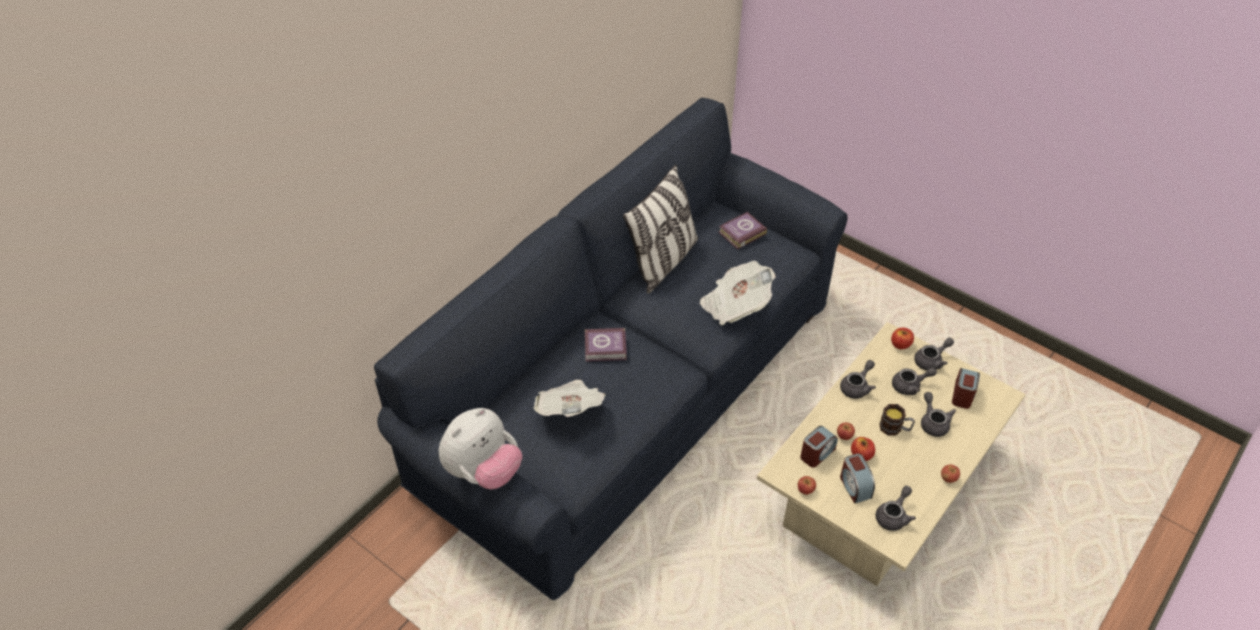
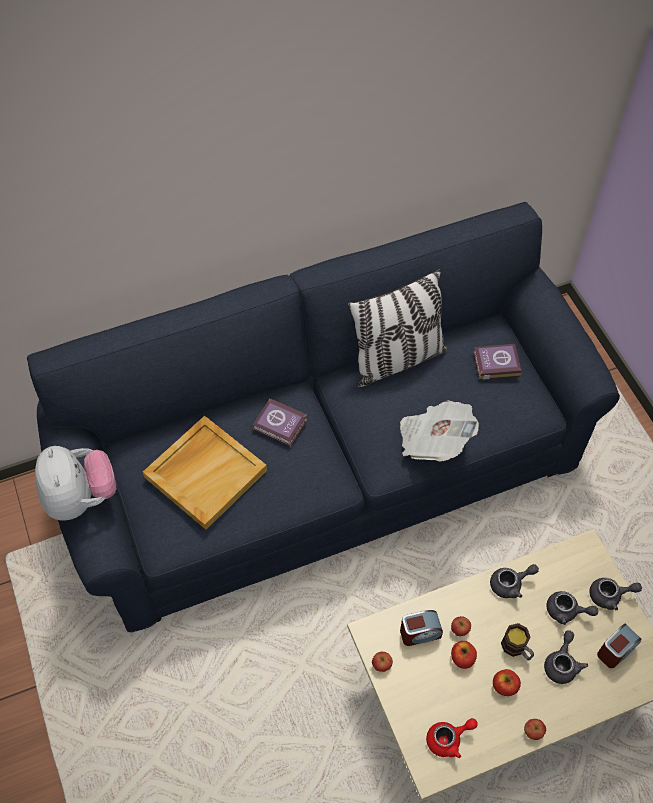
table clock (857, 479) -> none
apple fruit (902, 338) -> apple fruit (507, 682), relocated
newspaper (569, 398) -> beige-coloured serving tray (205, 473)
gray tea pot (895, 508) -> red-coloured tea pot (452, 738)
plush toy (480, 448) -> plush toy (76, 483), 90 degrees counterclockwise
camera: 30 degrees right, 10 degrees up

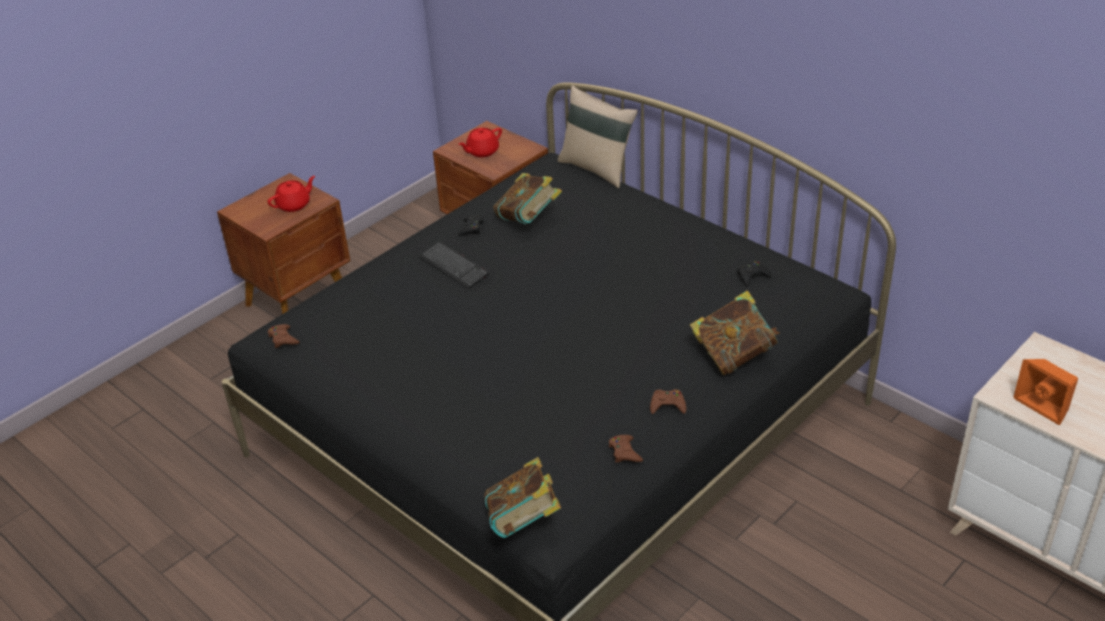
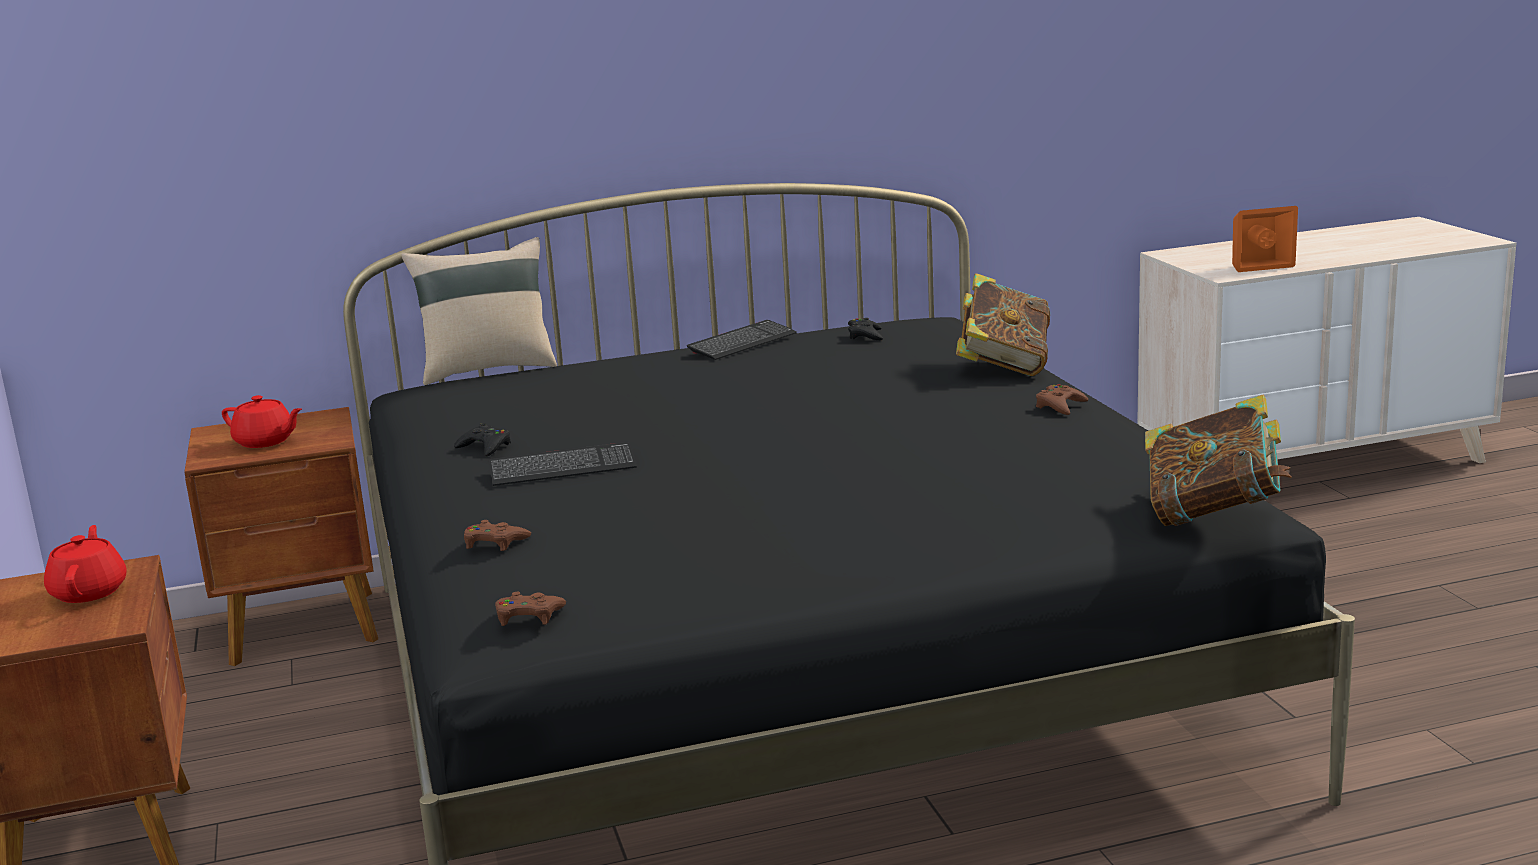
volume (527, 198) -> none
none -> computer keyboard (742, 340)
brownish joypad (626, 449) -> brownish joypad (497, 535), relocated
red-coloured tea pot (480, 142) -> red-coloured tea pot (262, 421), 60 degrees counterclockwise
camera: 60 degrees left, 20 degrees down

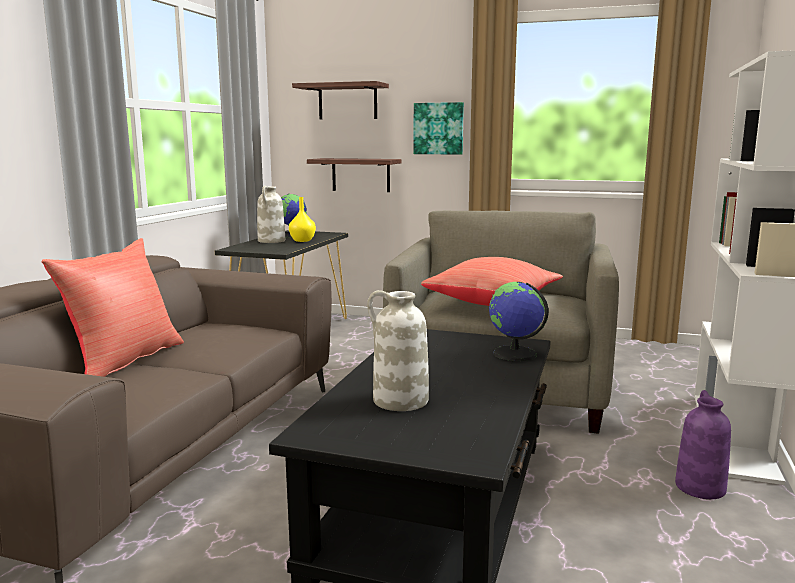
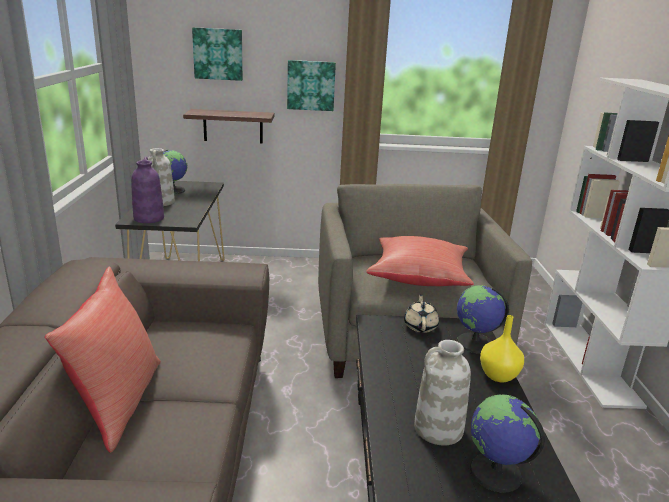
none -> beige-coloured tea pot (421, 313)
none -> desk globe (507, 444)
yellow-coloured decorative vase (302, 219) -> yellow-coloured decorative vase (502, 349), relocated
purple-coloured decorative vase (703, 444) -> purple-coloured decorative vase (147, 190), relocated
bracket shelf (340, 100) -> wall art (217, 54)
camera: 20 degrees left, 10 degrees up

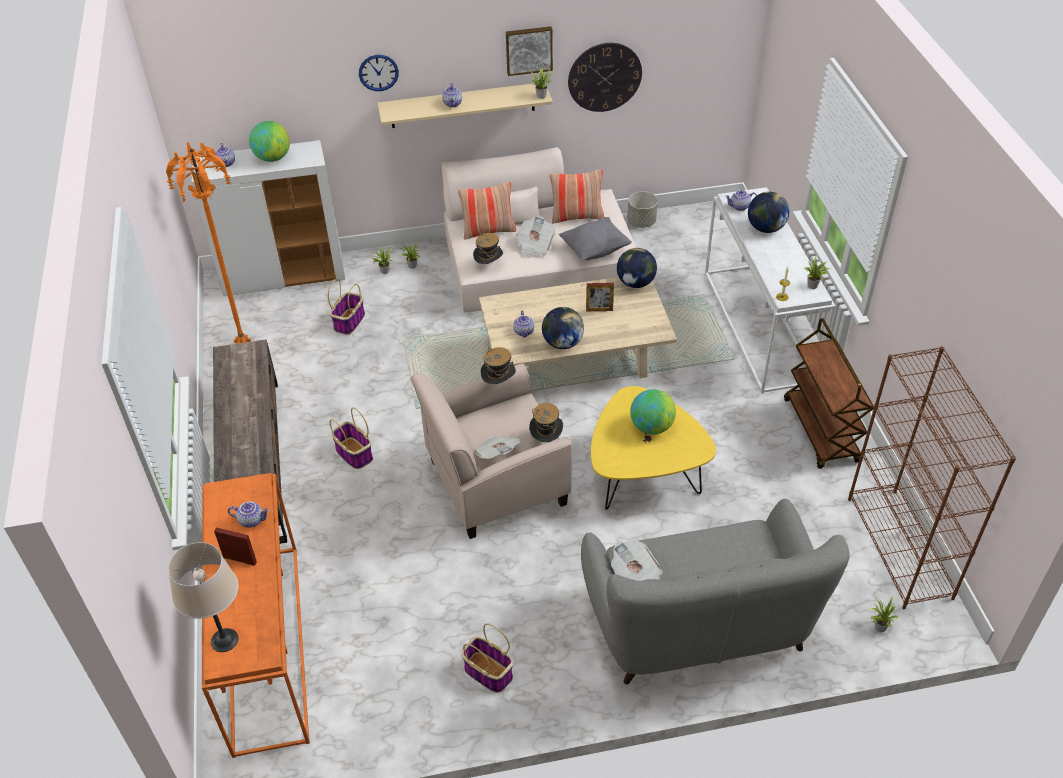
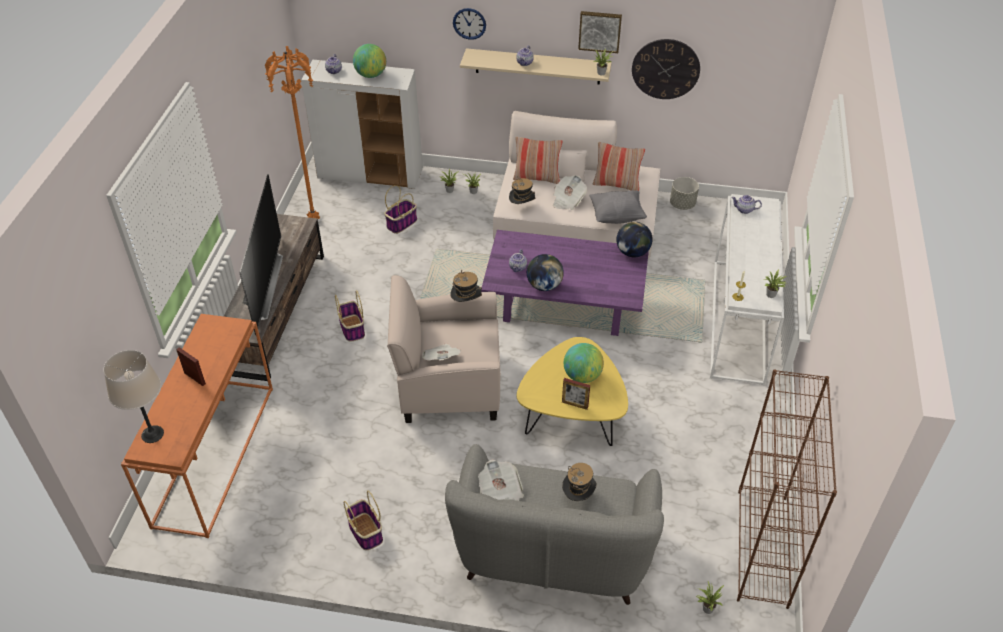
tea pot (249, 514) -> none
desk globe (768, 212) -> none
brownish cart (829, 393) -> none
none -> TV (261, 255)
hat (546, 422) -> hat (579, 482), relocated
standing frame (600, 297) -> standing frame (576, 394), relocated
beige-coloured low table (578, 327) -> purple-coloured low table (565, 283)
camera: 20 degrees right, 0 degrees up

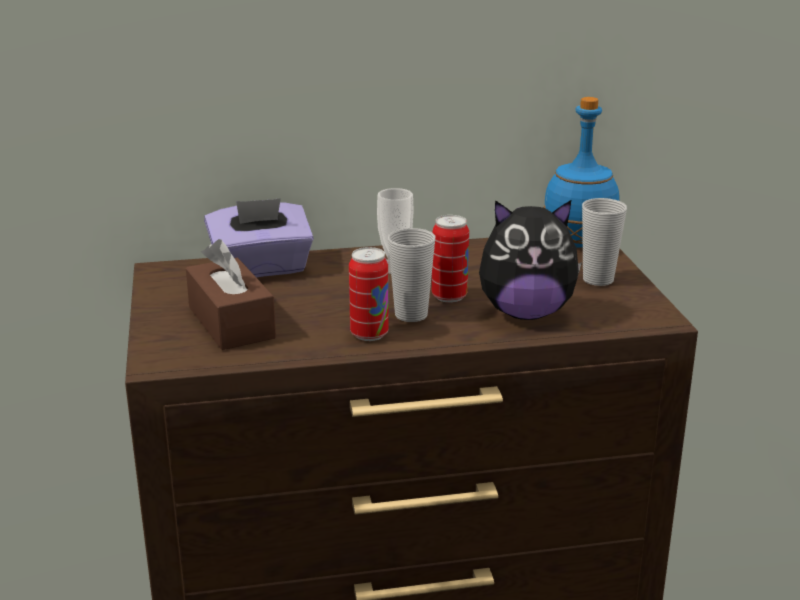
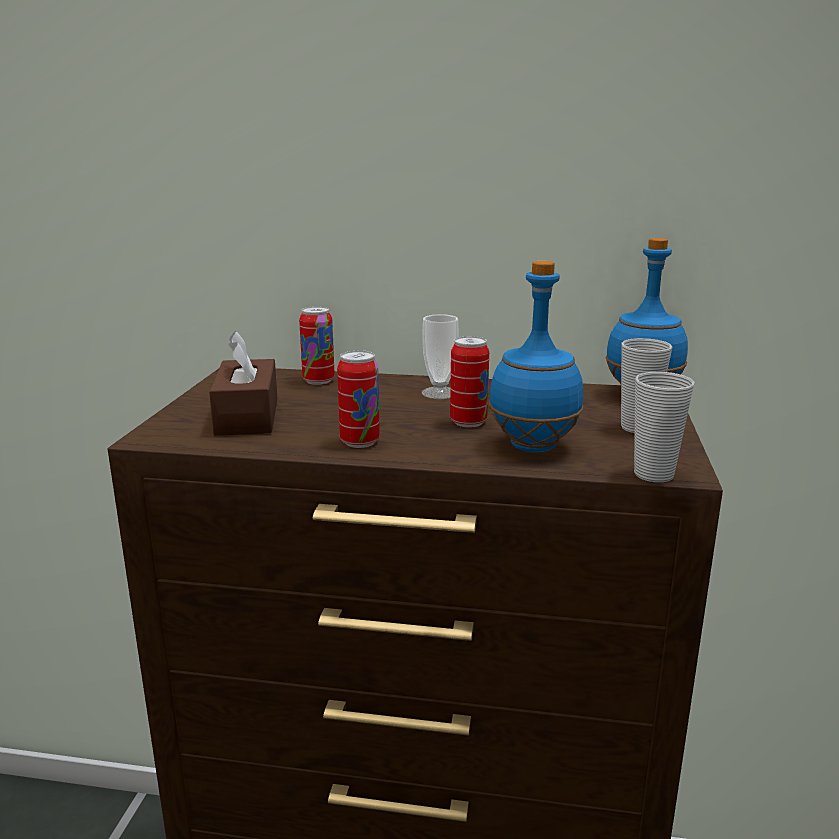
small cup (411, 275) -> small cup (664, 427), relocated
purple-coloured box of tissues (259, 237) -> sealed can (317, 345)
plush toy (530, 260) -> blue beverage bottle (535, 357)
camera: 20 degrees right, 5 degrees down

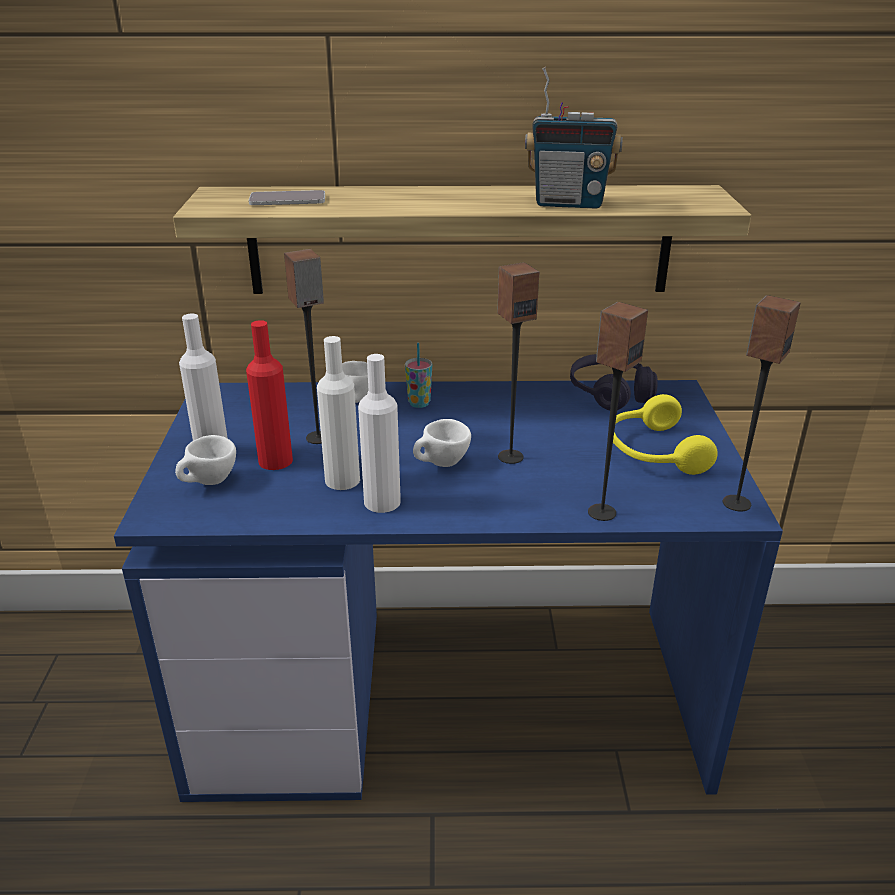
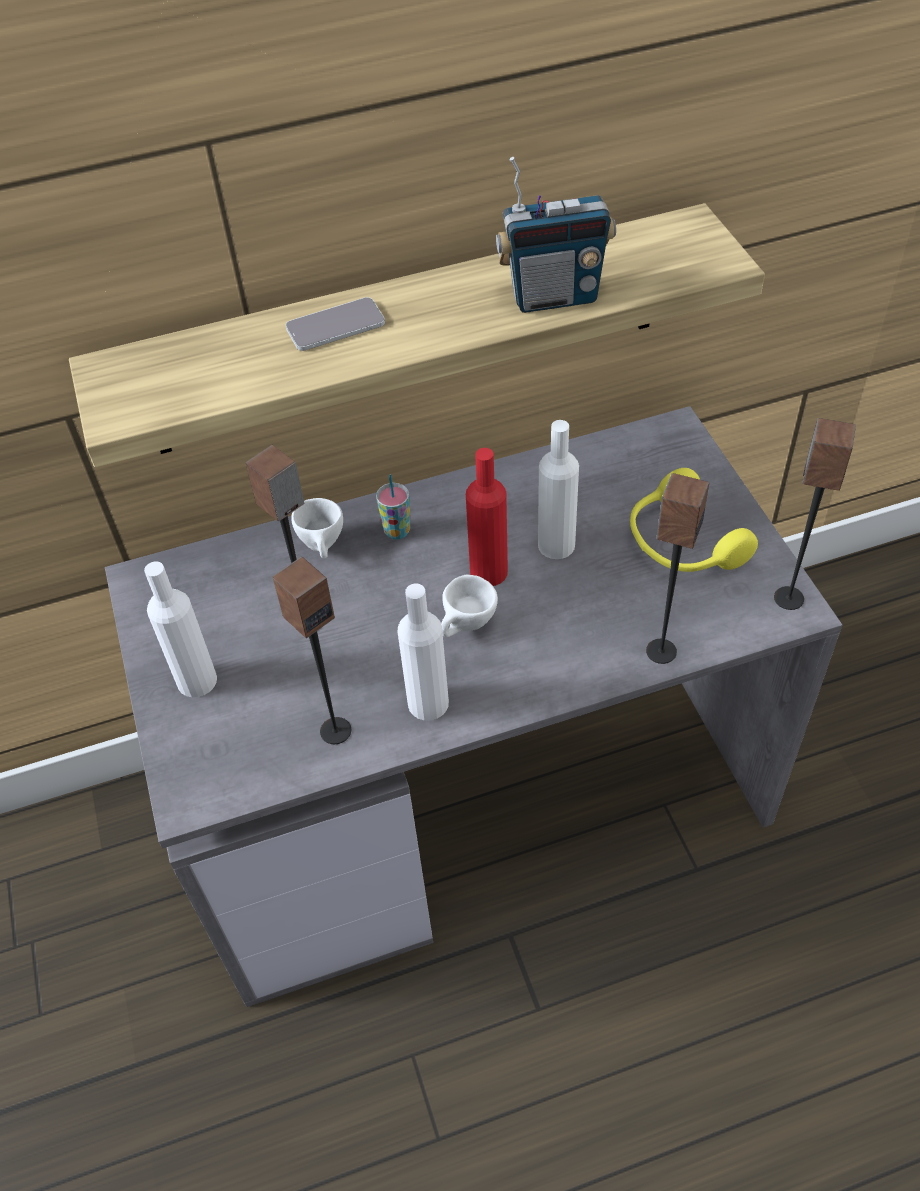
white-coloured small cup (205, 460) -> none
purple-coloured pair of headphones (614, 382) -> none
red-coloured beverage bottle (269, 395) -> red-coloured beverage bottle (487, 517), relocated
telephone (287, 197) -> telephone (335, 324), relocated
white-coloured beverage bottle (338, 413) -> white-coloured beverage bottle (558, 489), relocated
loudspeaker (518, 363) -> loudspeaker (311, 650), relocated
blue desk unit (448, 591) -> gray desk unit (473, 706)
camera: 15 degrees left, 20 degrees up

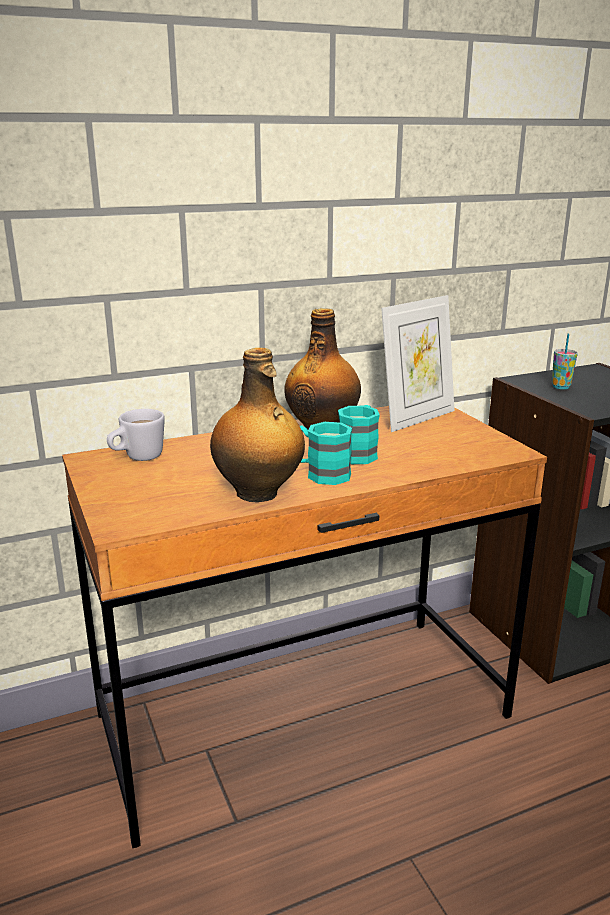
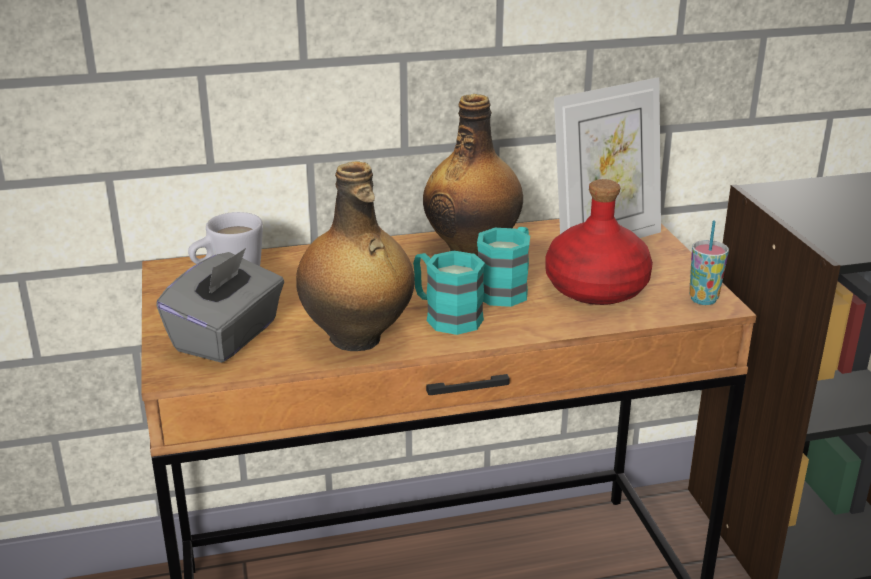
none -> gray box of tissues (220, 305)
none -> red-coloured beverage bottle (599, 242)
small cup (565, 362) -> small cup (709, 263), relocated
camera: 10 degrees right, 5 degrees up

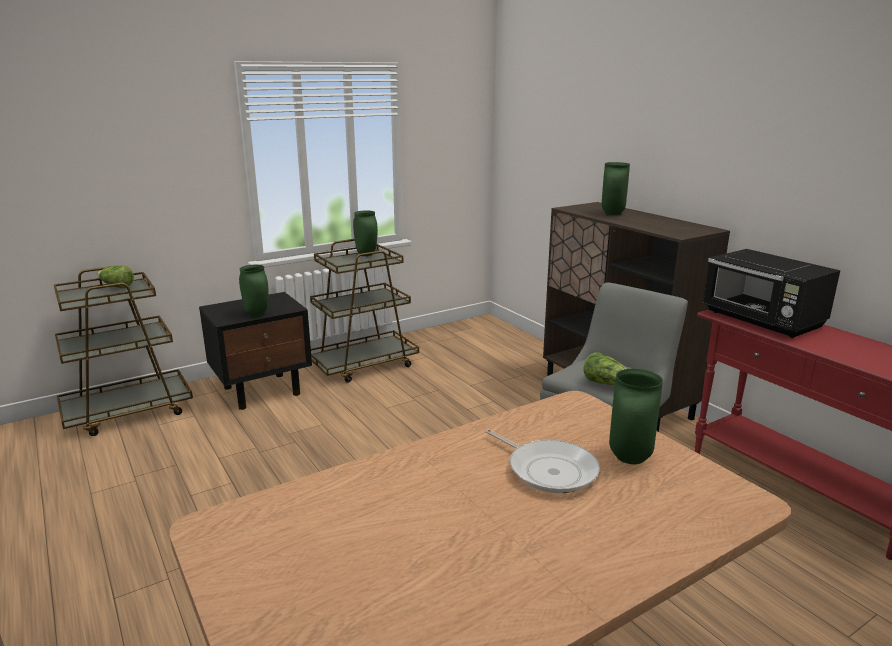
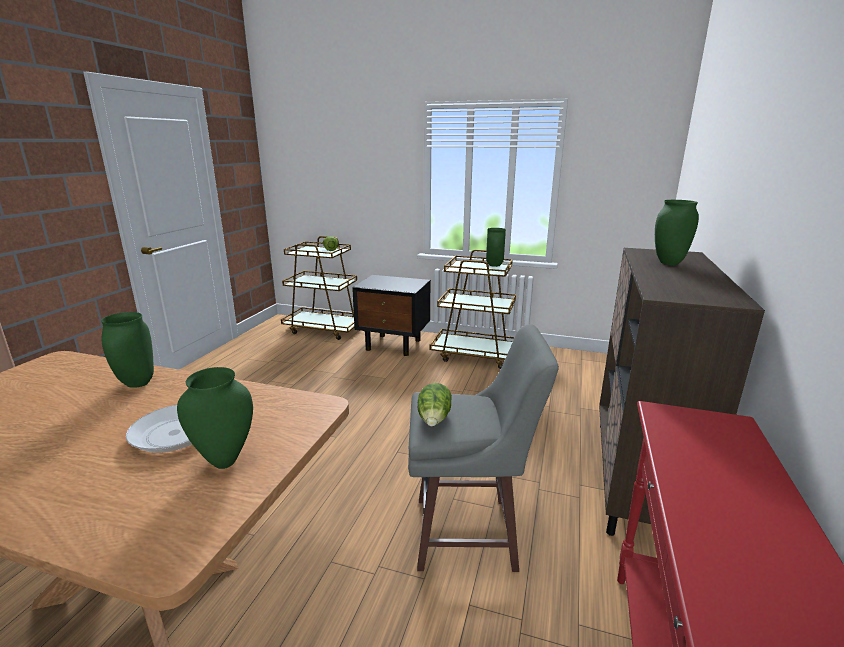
black microwave oven (771, 293) -> none
green-coloured decorative vase (254, 291) -> green-coloured decorative vase (127, 350), relocated
camera: 50 degrees right, 0 degrees up

